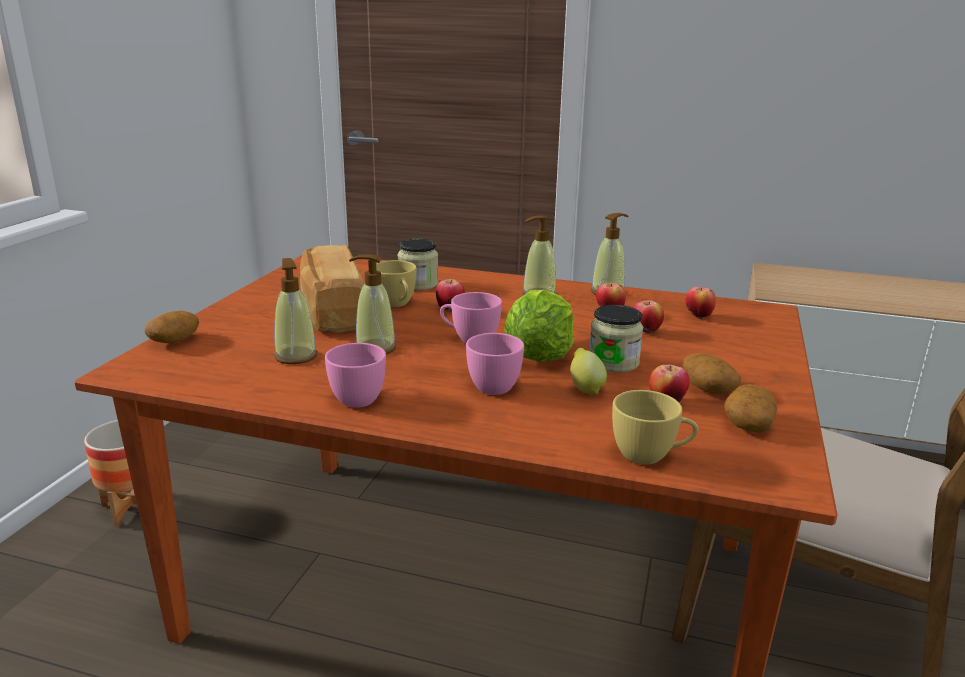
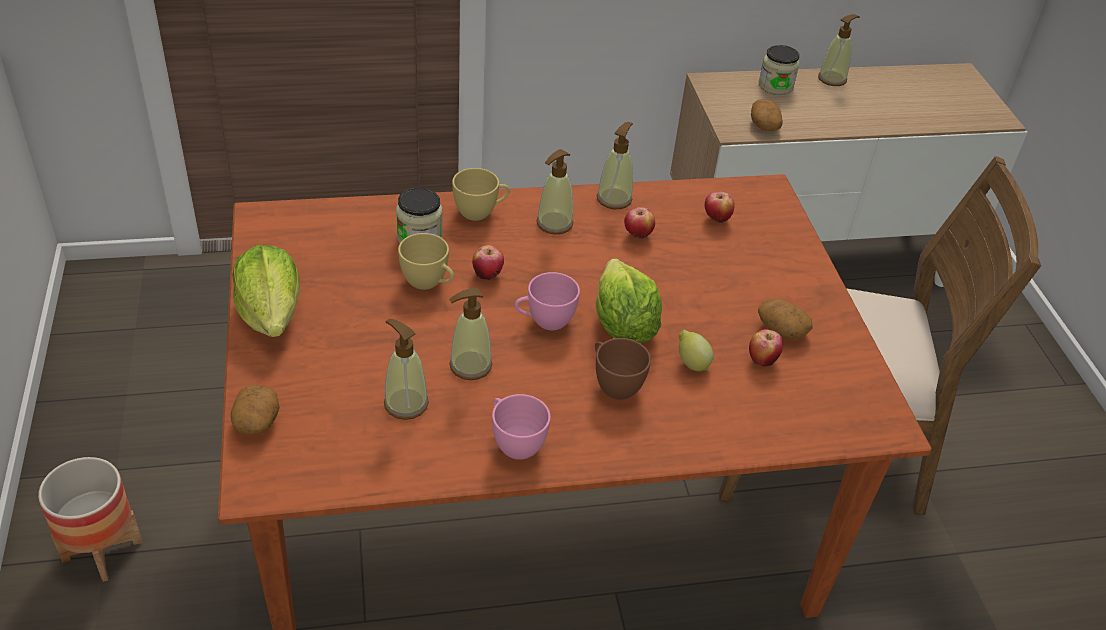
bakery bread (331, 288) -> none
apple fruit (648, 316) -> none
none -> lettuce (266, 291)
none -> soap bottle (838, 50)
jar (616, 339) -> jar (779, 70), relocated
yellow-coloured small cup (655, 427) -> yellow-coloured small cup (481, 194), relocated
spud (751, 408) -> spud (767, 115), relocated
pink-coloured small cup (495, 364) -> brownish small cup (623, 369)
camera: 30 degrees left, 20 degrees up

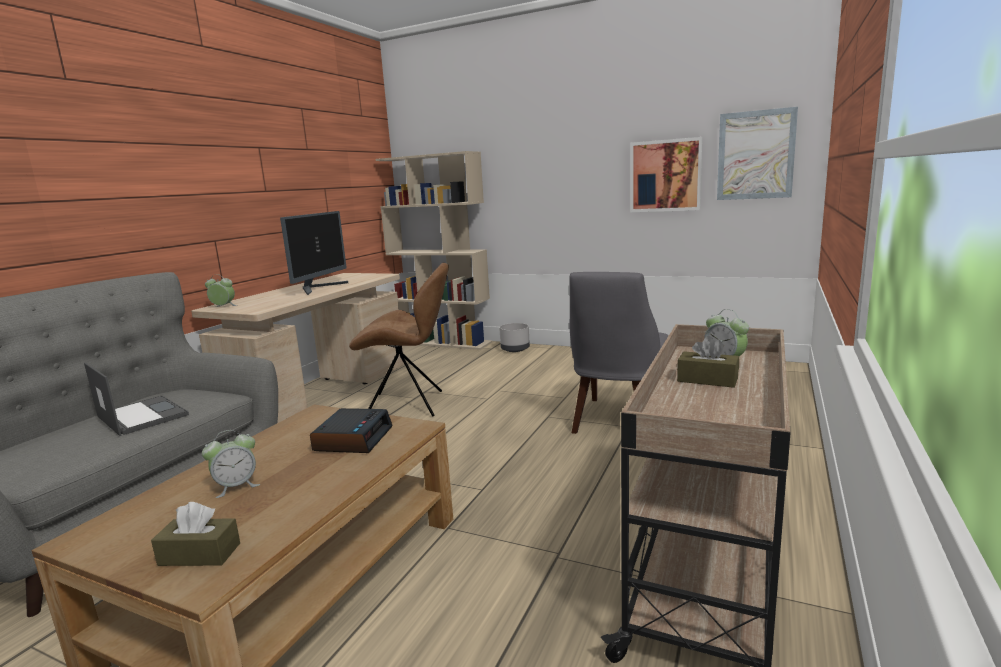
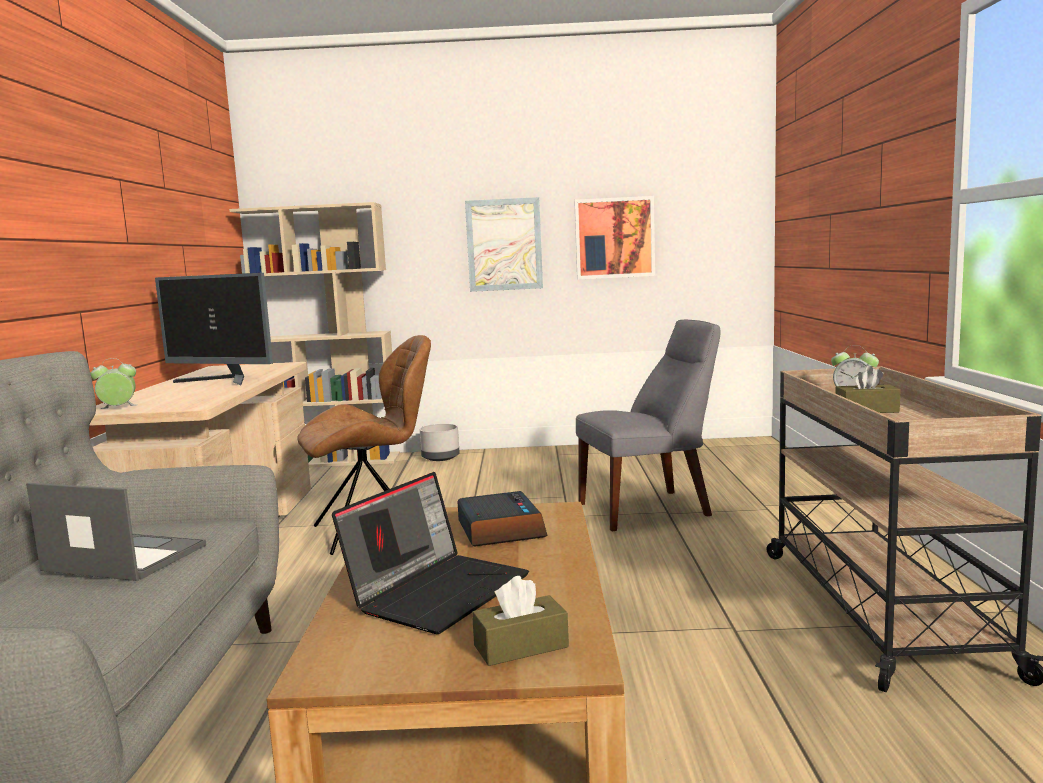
wall art (757, 153) -> wall art (504, 244), relocated
table clock (231, 464) -> portable computer (430, 553)
computer display (314, 253) -> computer display (214, 329), 120 degrees clockwise
gray chair (618, 353) -> gray chair (648, 425), 105 degrees counterclockwise
camera: 25 degrees left, 5 degrees down

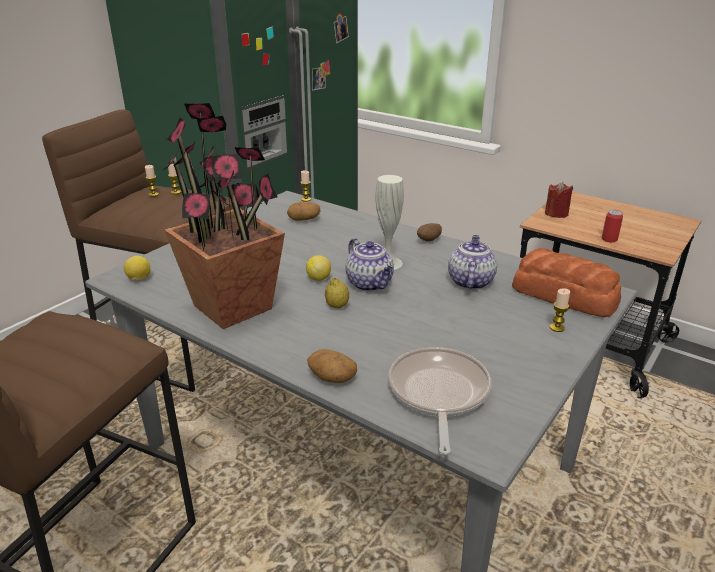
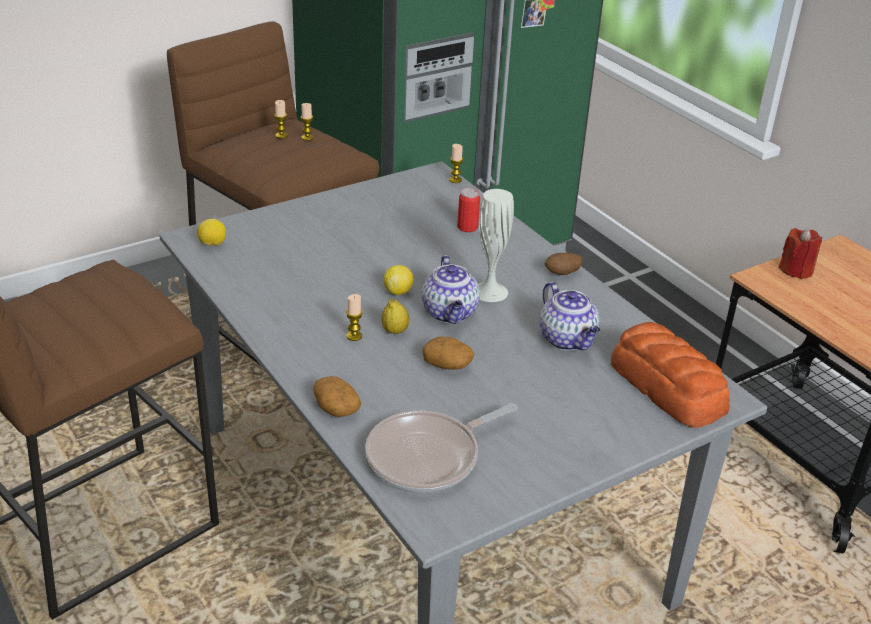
plant in a pot (225, 216) -> none
spud (303, 211) -> spud (448, 353), relocated
wax candle (560, 310) -> wax candle (354, 317), relocated
sealed can (612, 225) -> sealed can (468, 210), relocated
frying pan (439, 401) -> frying pan (441, 447), 150 degrees counterclockwise
tea pot (472, 262) -> tea pot (570, 316), 120 degrees clockwise
camera: 20 degrees right, 5 degrees up

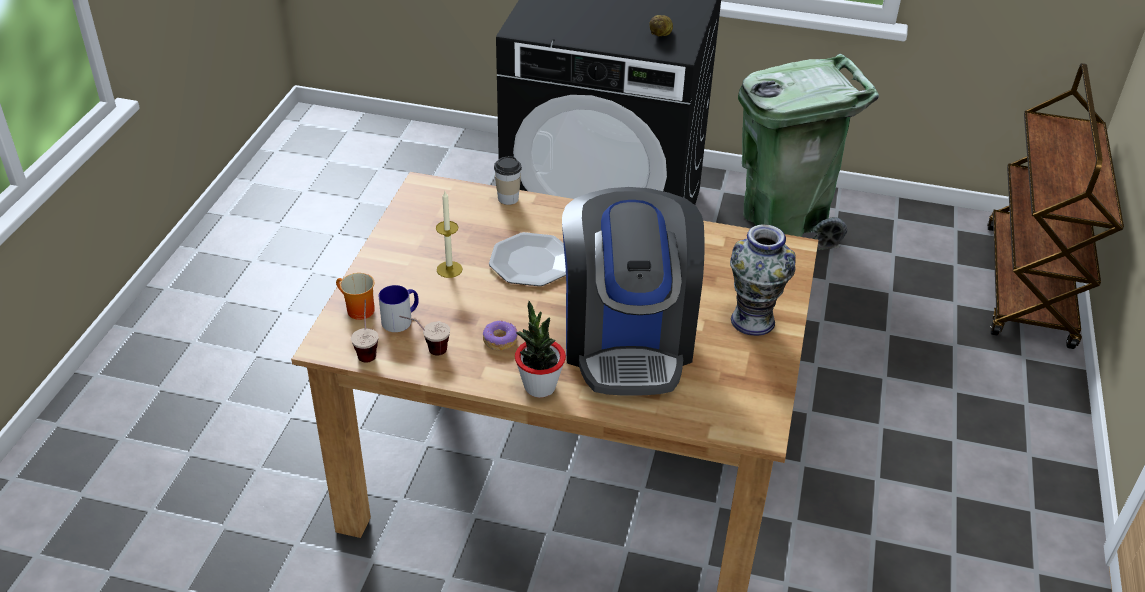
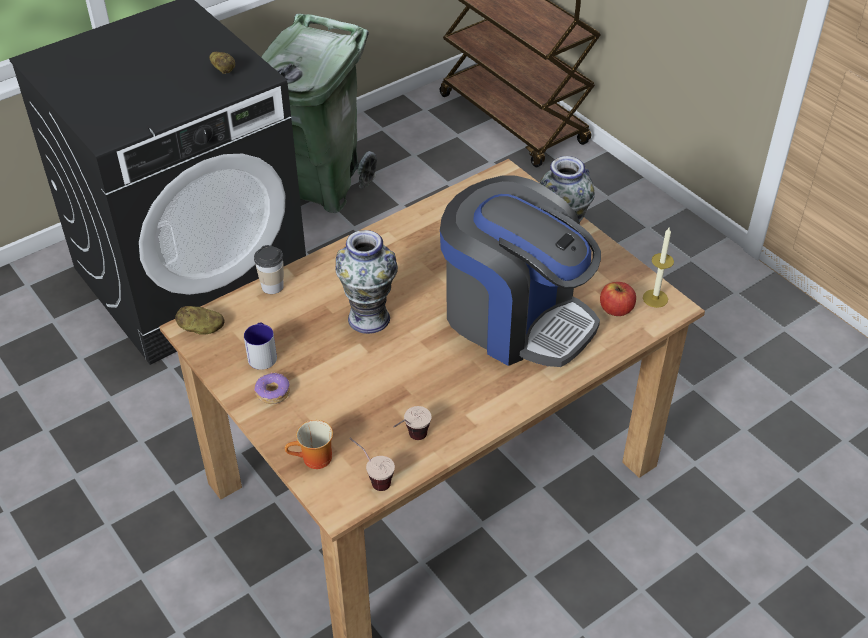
plant in a pot (540, 349) -> none
none -> spud (200, 320)
none -> apple fruit (618, 299)
tea mug (398, 308) -> tea mug (260, 346), relocated
wax candle (449, 234) -> wax candle (658, 268), relocated
ring doughnut (500, 336) -> ring doughnut (272, 388), relocated
flat dish (527, 259) -> decorative vase (366, 282)
camera: 50 degrees left, 5 degrees up

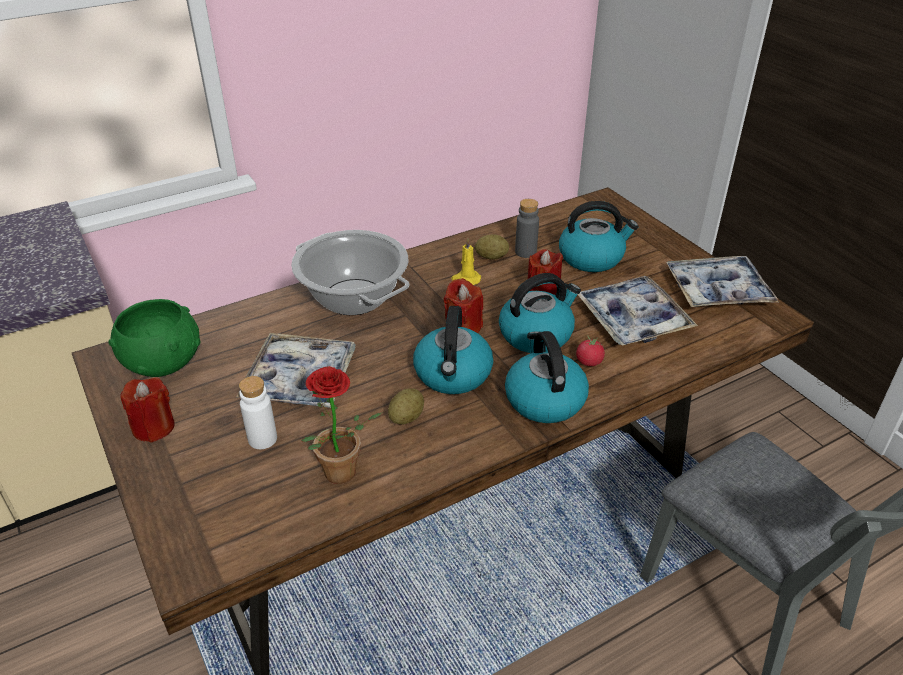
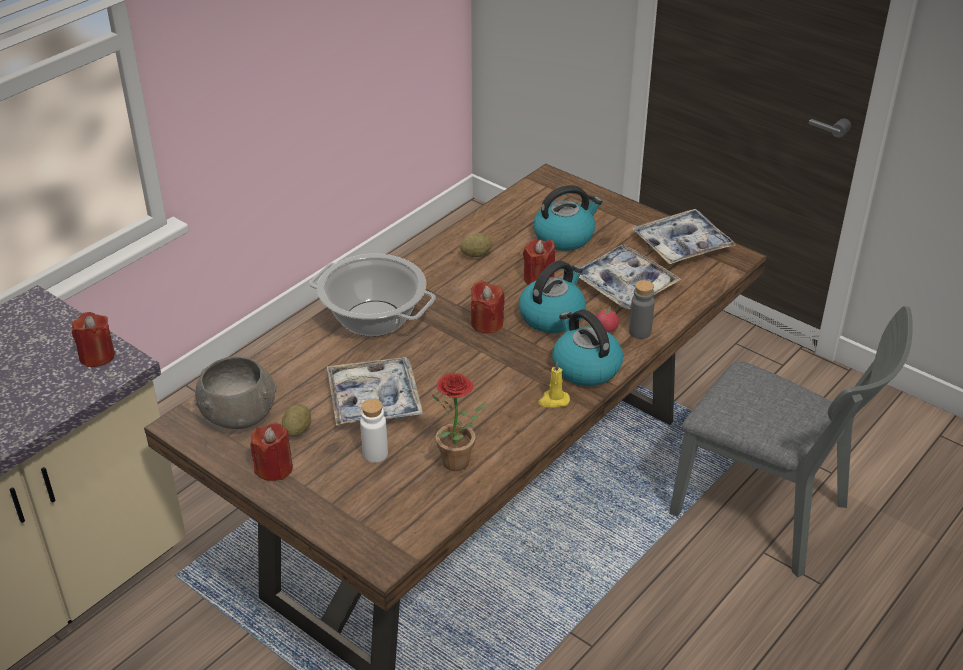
tea kettle (453, 350) -> none
none -> red-coloured wax candle (93, 339)
spud (406, 406) -> spud (296, 420), relocated
yellow-coloured wax candle (466, 262) -> yellow-coloured wax candle (554, 385), relocated
gray beverage bottle (527, 228) -> gray beverage bottle (642, 309), relocated
green-coloured serving bowl (154, 338) -> gray serving bowl (235, 392)
camera: 20 degrees left, 0 degrees up

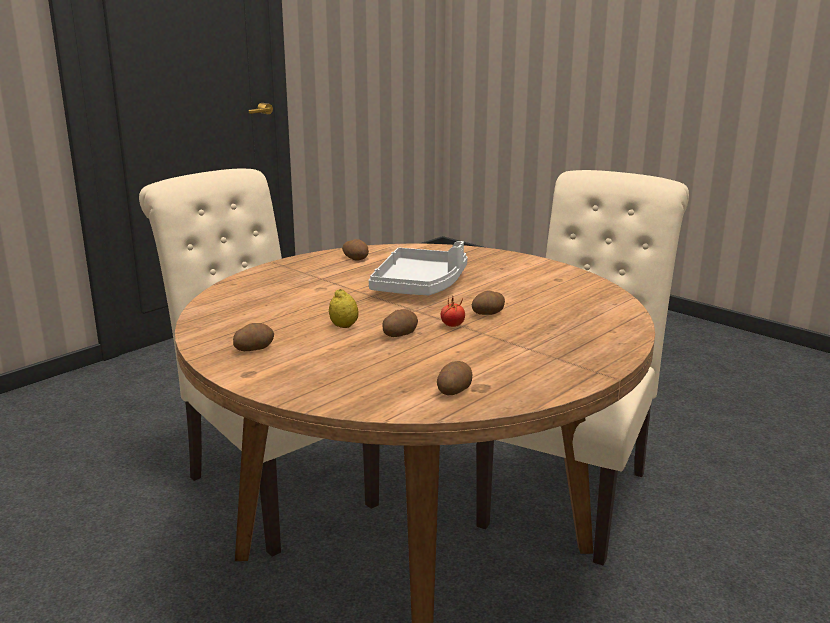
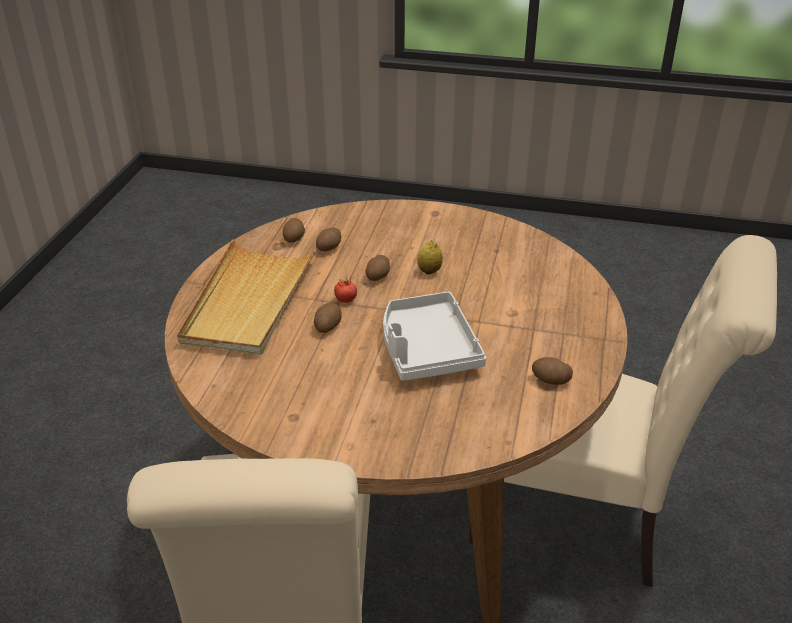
none -> beige-coloured serving tray (246, 297)
spud (253, 337) -> spud (328, 239), relocated
camera: 150 degrees right, 15 degrees up

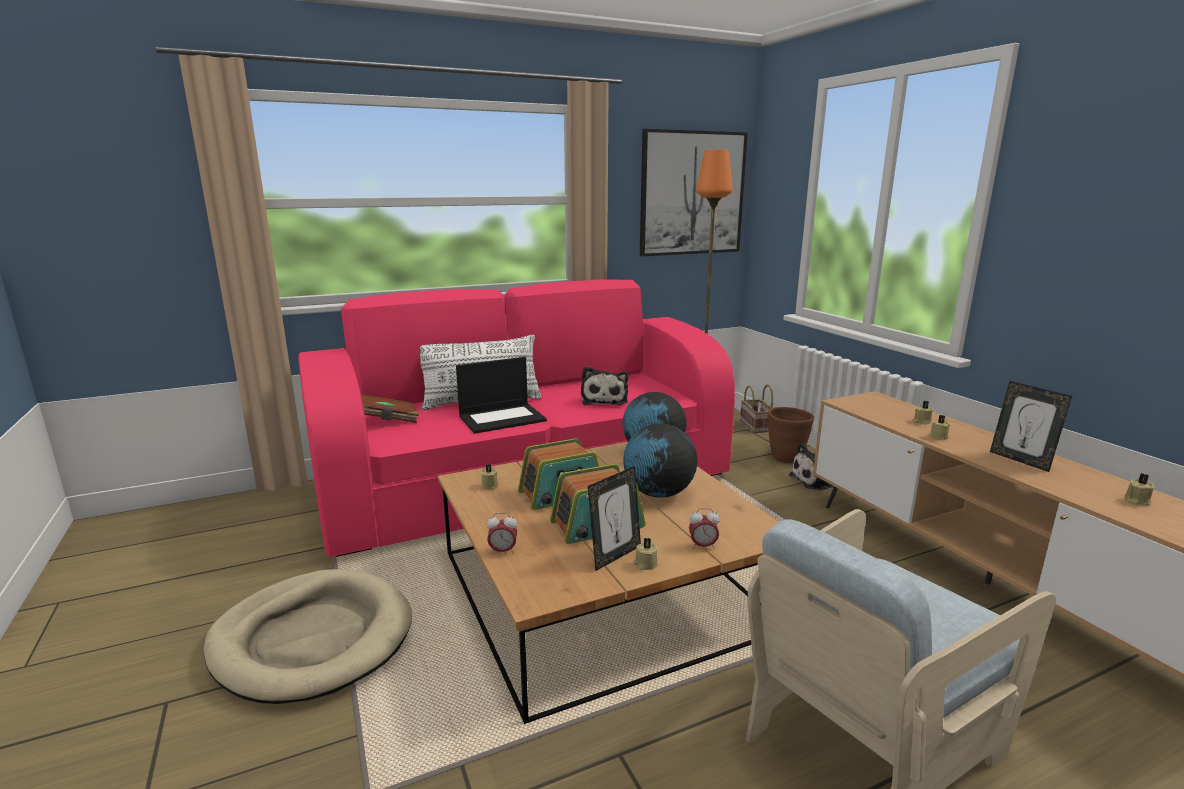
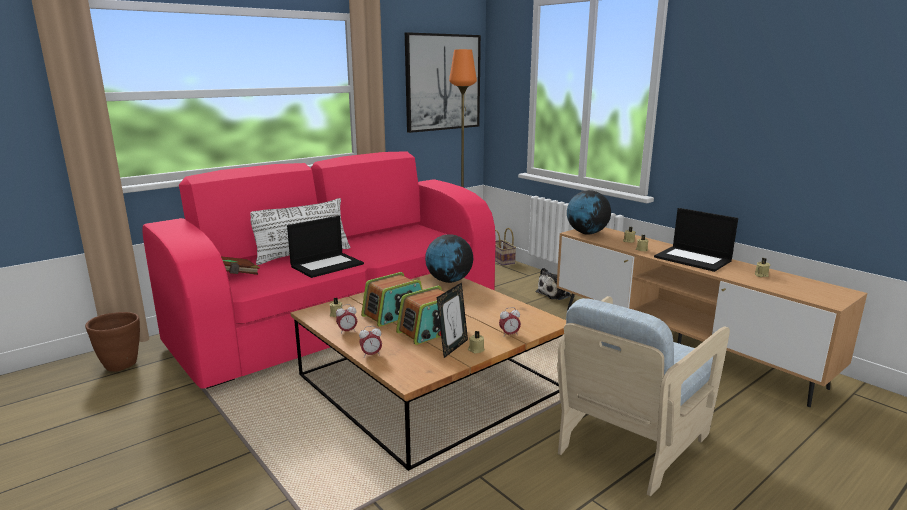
beige-coloured dog bed (308, 636) -> none
plush toy (604, 386) -> none
none -> table clock (346, 318)
desk globe (660, 460) -> desk globe (589, 212), relocated
brownish plant pot (791, 435) -> brownish plant pot (112, 342), relocated
standing frame (1031, 426) -> portable computer (696, 240)
camera: 15 degrees left, 0 degrees up

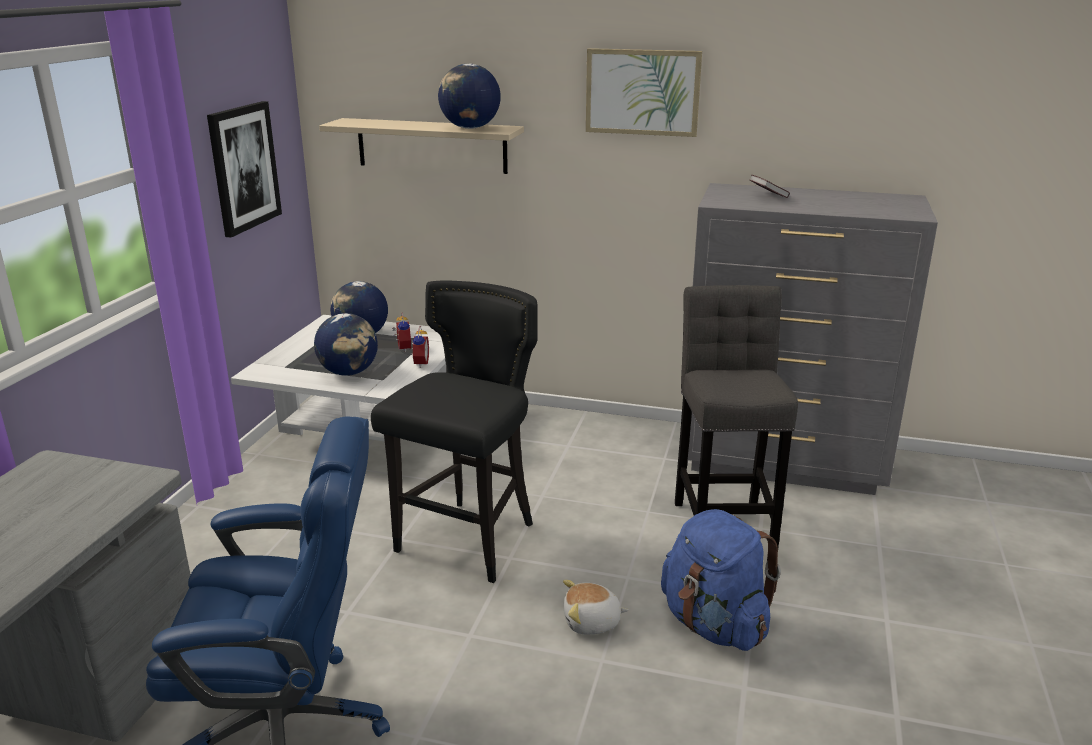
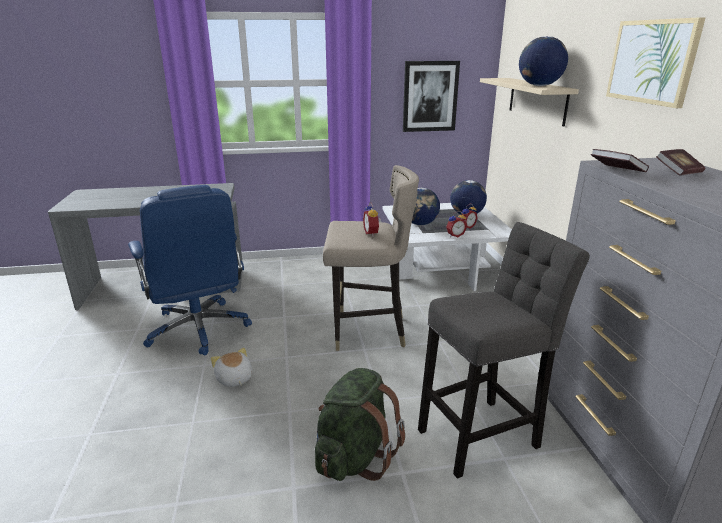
none -> table clock (372, 219)
none -> volume (620, 160)
plush toy (596, 607) -> plush toy (231, 367), relocated
black stool (454, 431) -> beige-coloured stool (371, 258)
blue rucksack (721, 580) -> green-coloured rucksack (360, 424)
camera: 65 degrees right, 0 degrees up

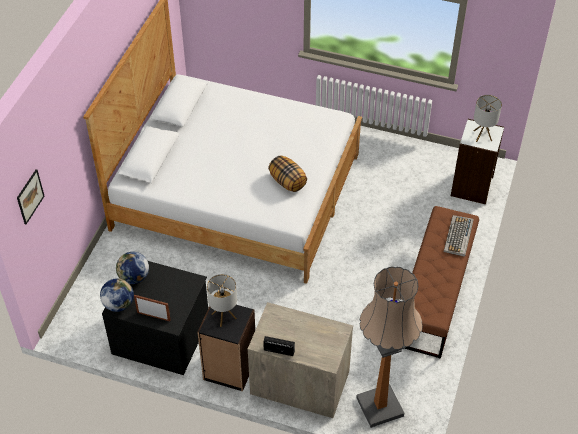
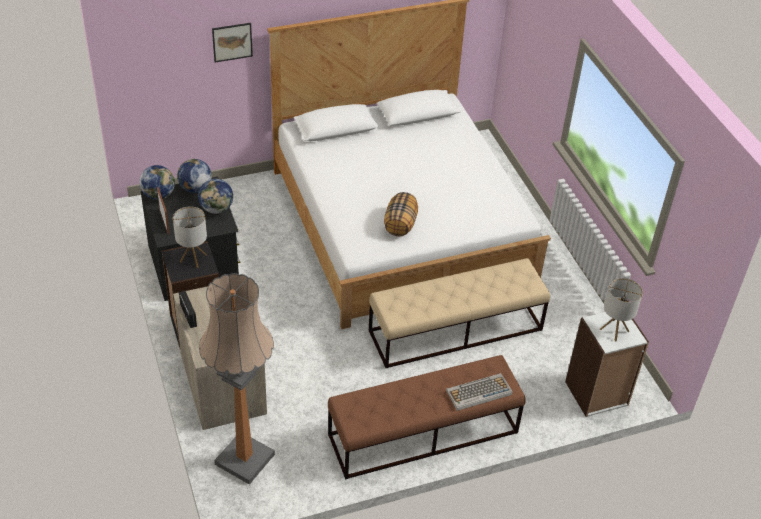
none -> desk globe (215, 196)
none -> beige-coloured bench (459, 313)
wall art (30, 196) -> wall art (232, 42), relocated
camera: 50 degrees right, 5 degrees down

